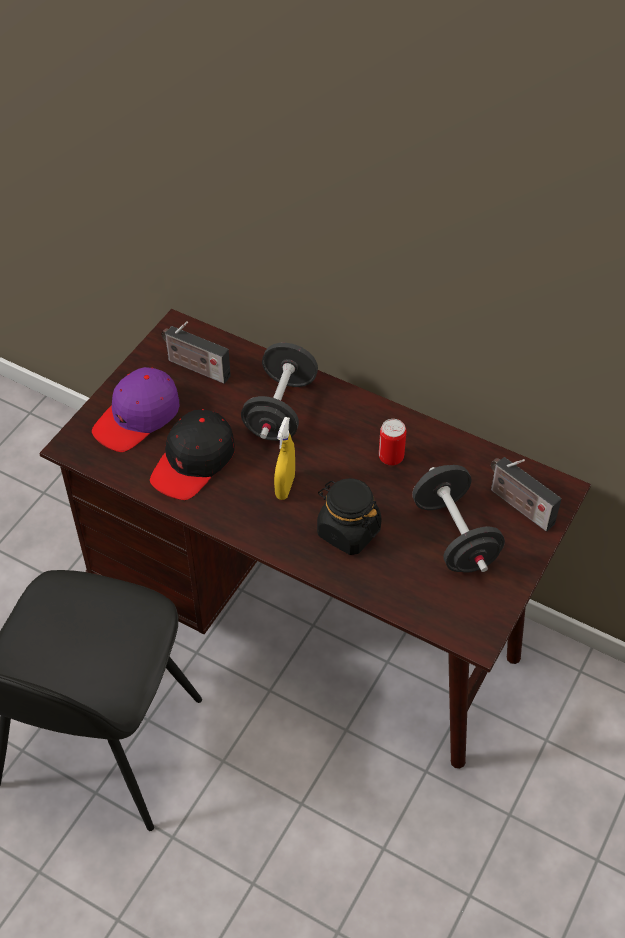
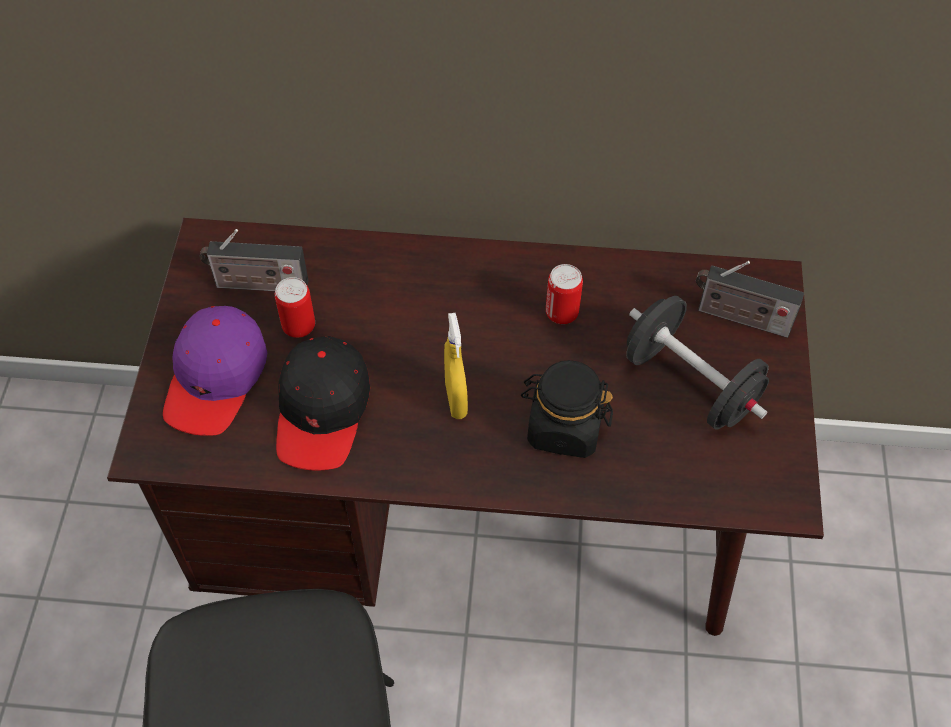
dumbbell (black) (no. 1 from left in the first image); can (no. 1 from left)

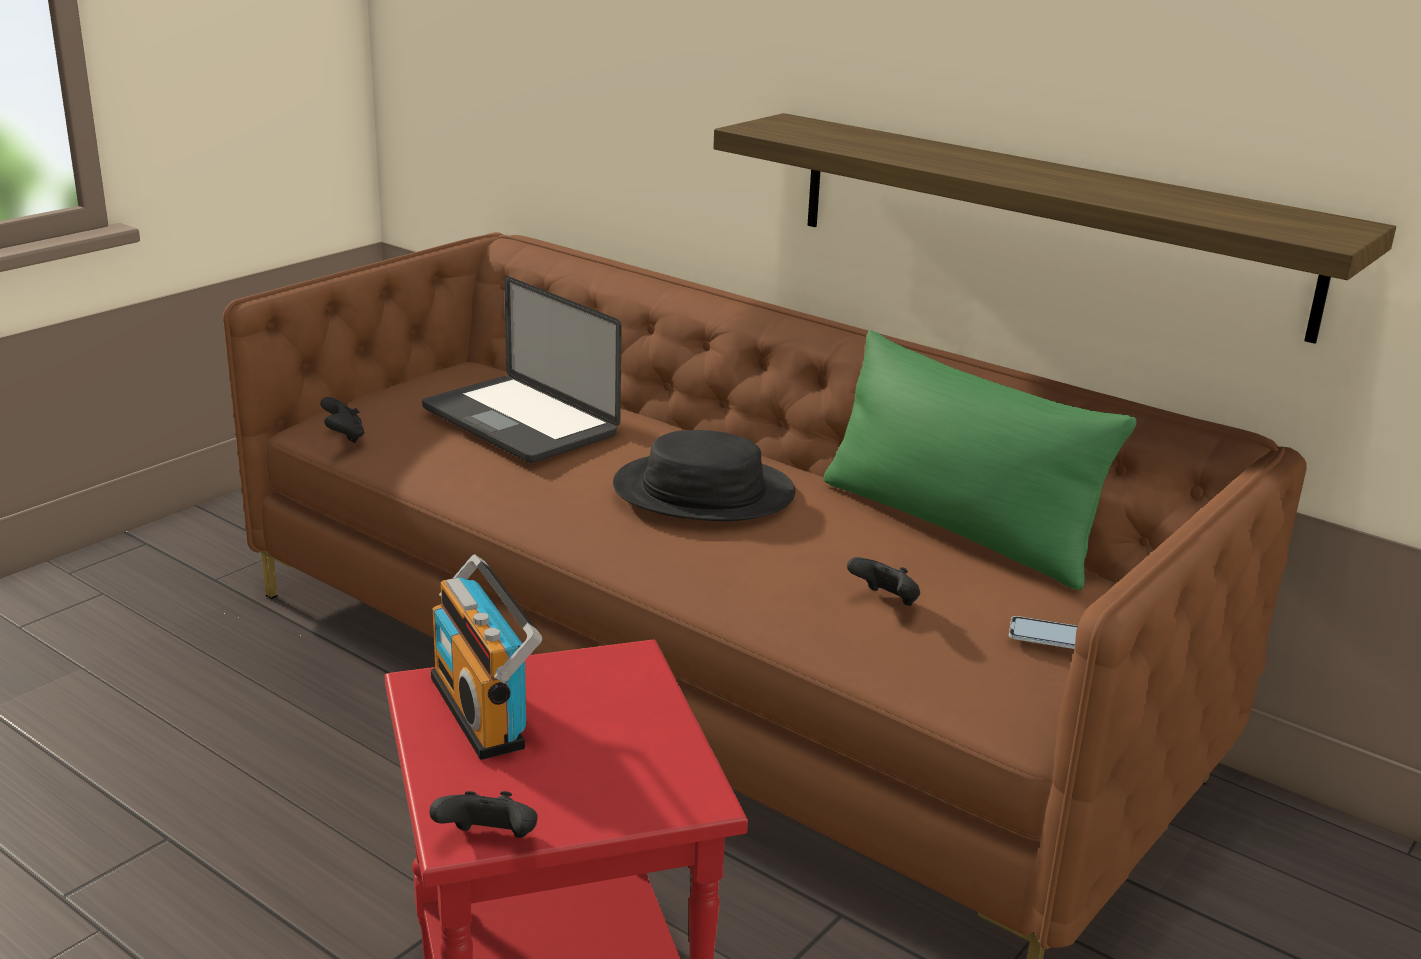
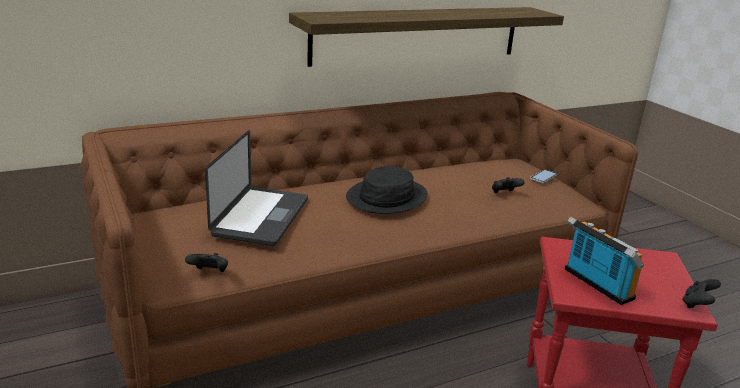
laptop; radio; pillow (green)

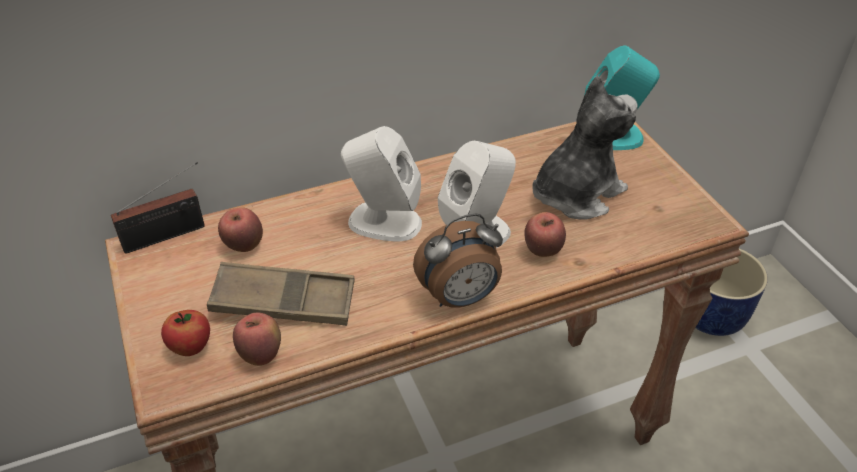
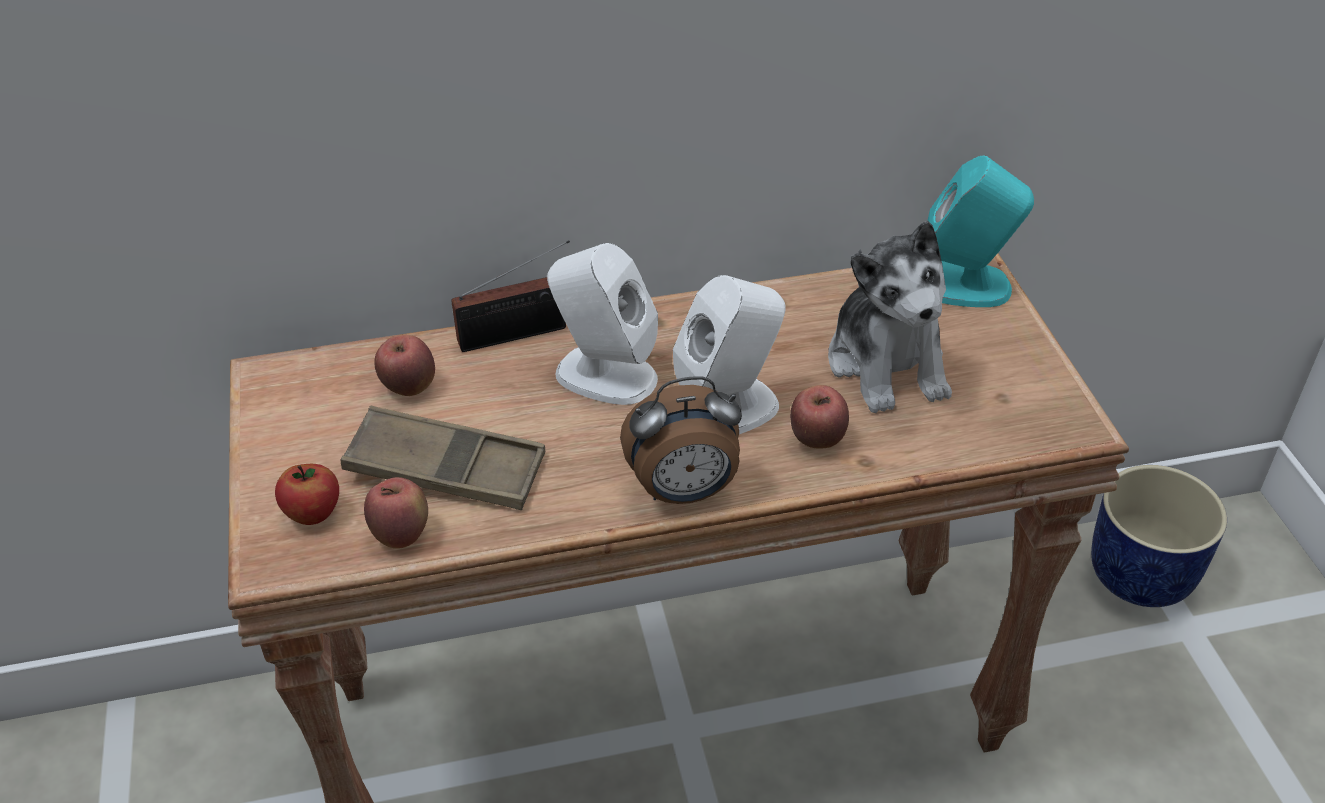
radio; plush toy

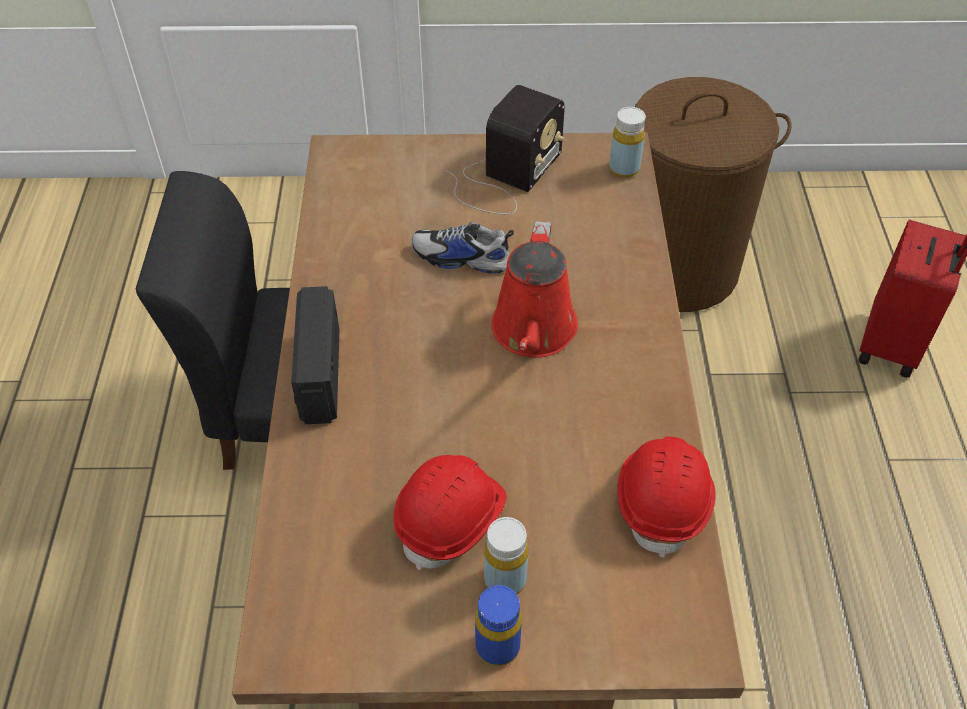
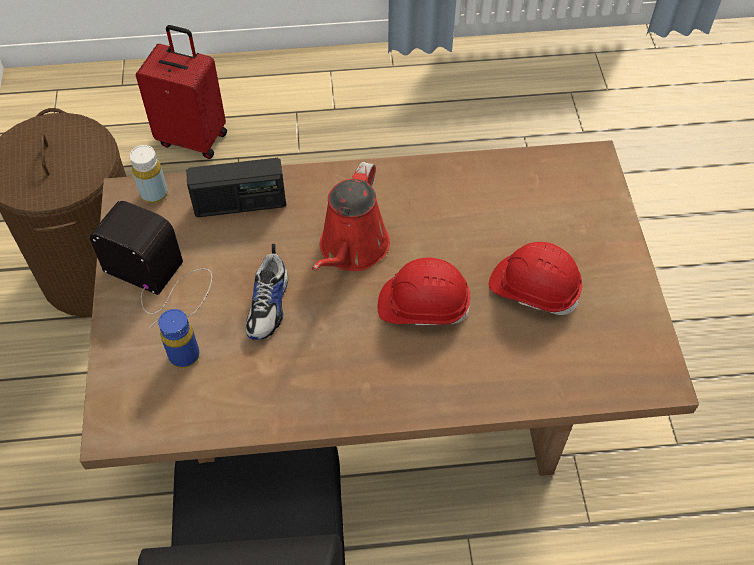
radio (no. 2 from left); bottle (blue); bottle (yellow) (no. 1 from left in the first image); watering can (red); hard hat (red) (no. 1 from left)

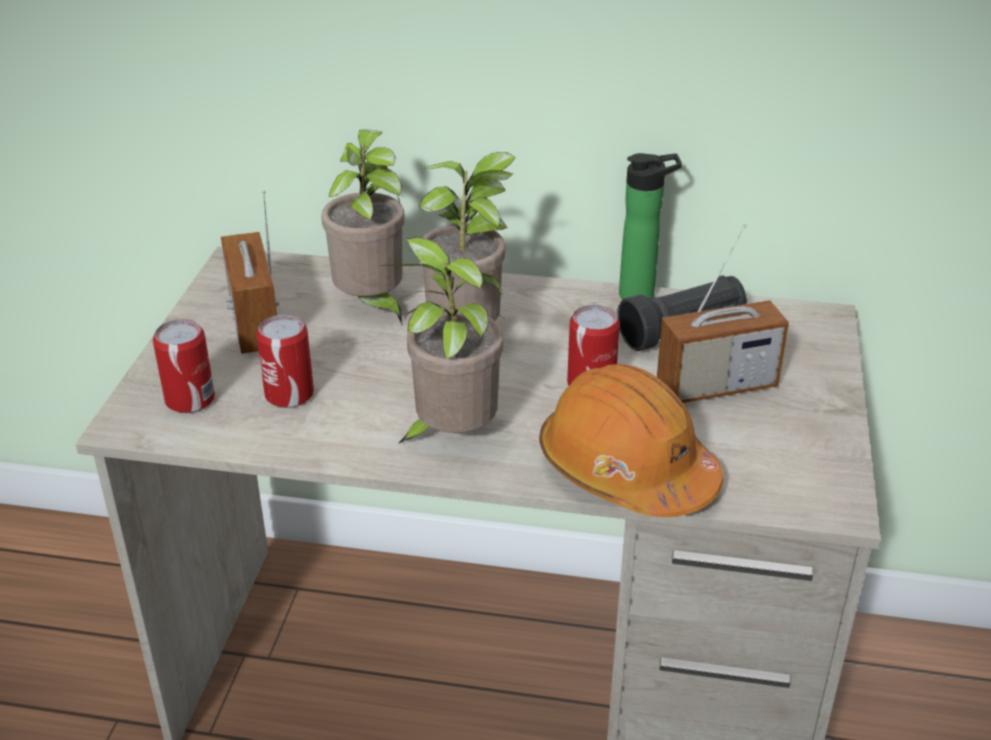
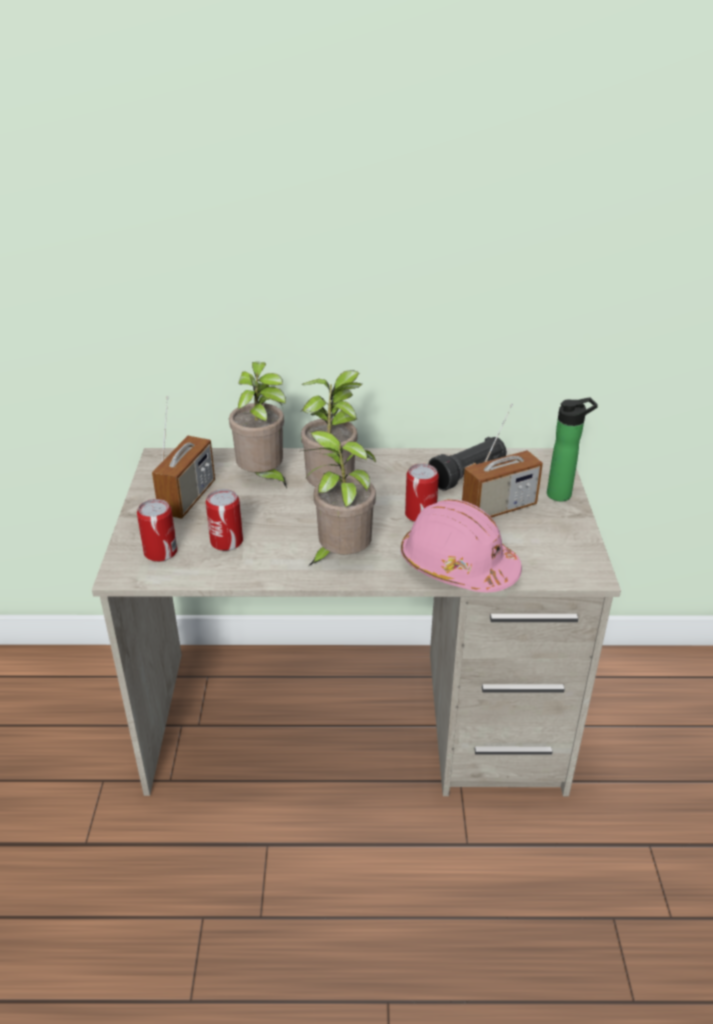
radio (no. 1 from left); hard hat (pink); bottle

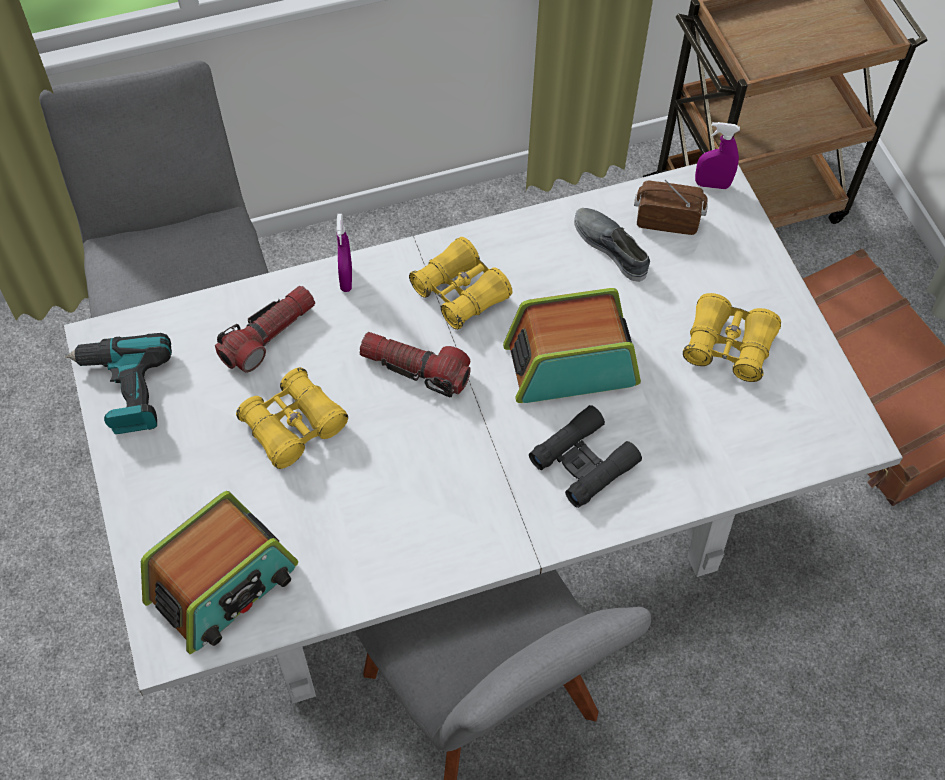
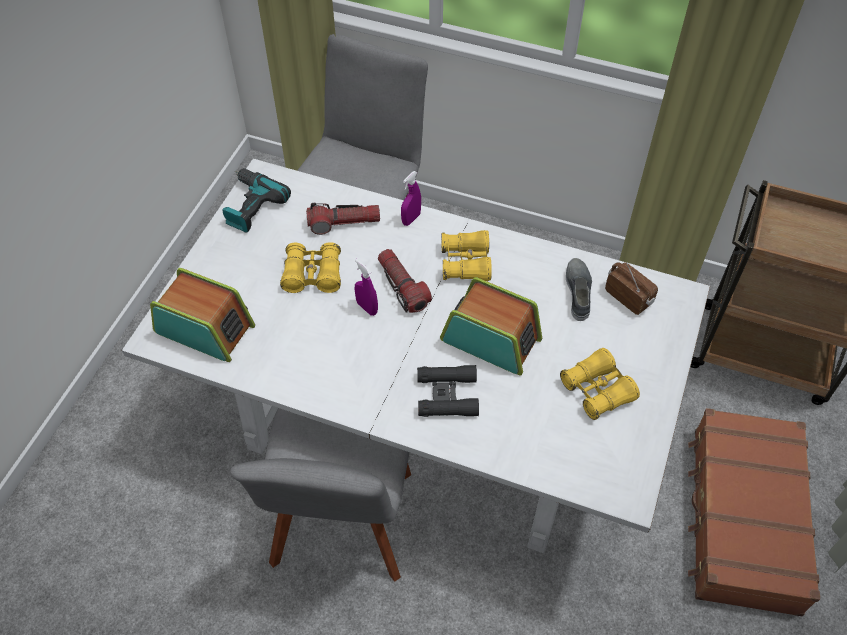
radio (no. 1 from left); spray bottle (purple) (no. 1 from left)

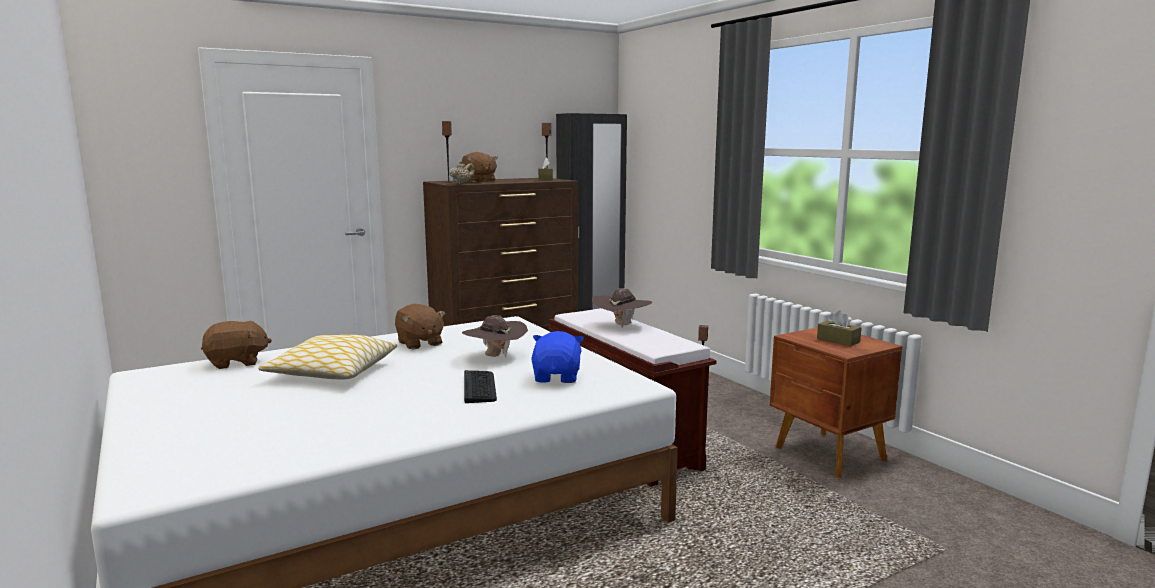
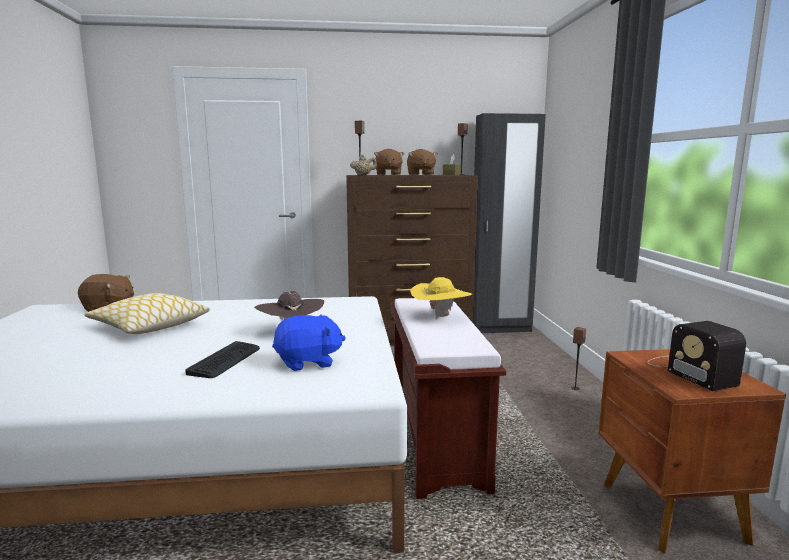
plush toy (brown) (no. 3 from left); plush toy (blue); hat (yellow); radio

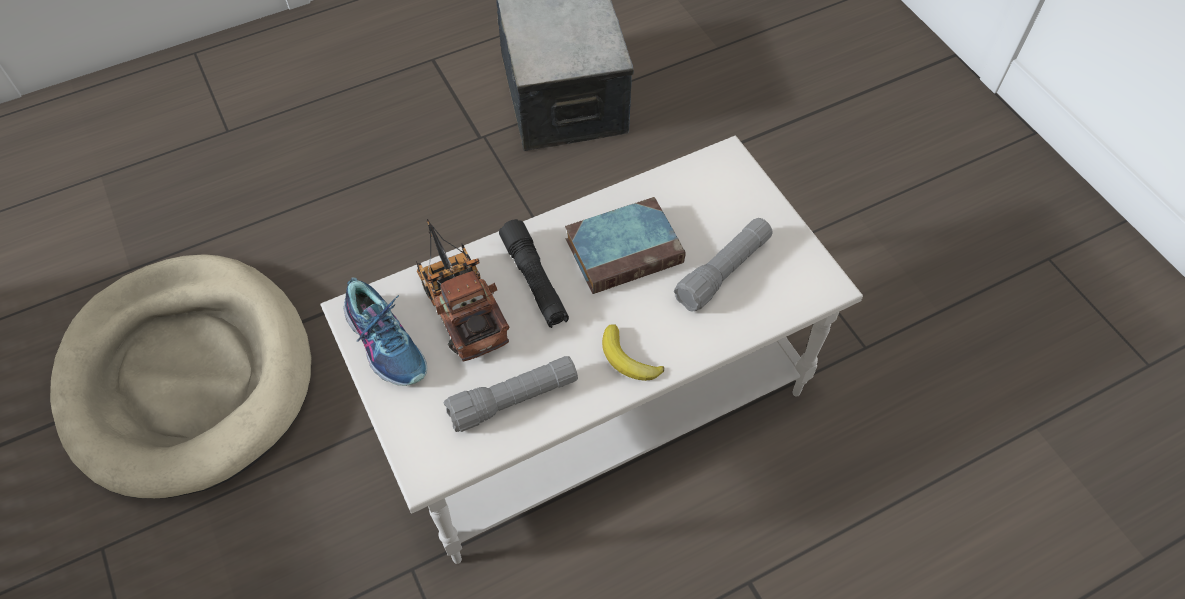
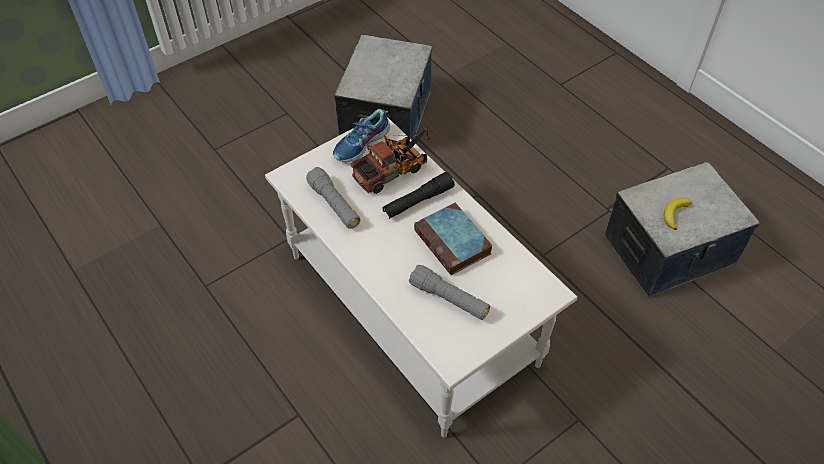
storage box (no. 1 from left); banana

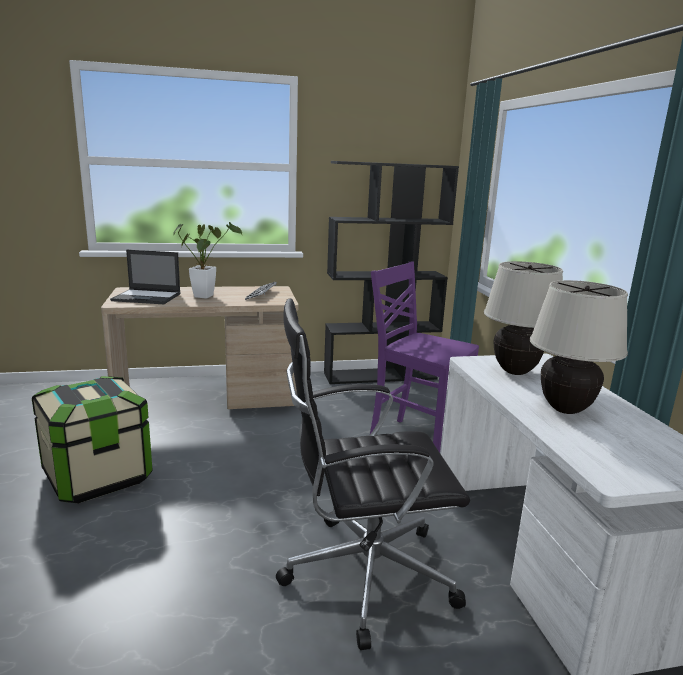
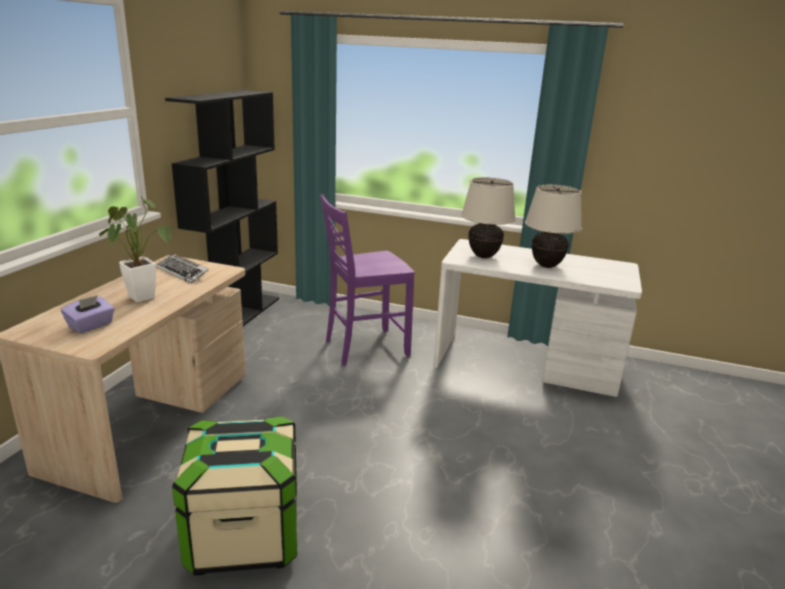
tissue box (purple); office chair (black)

